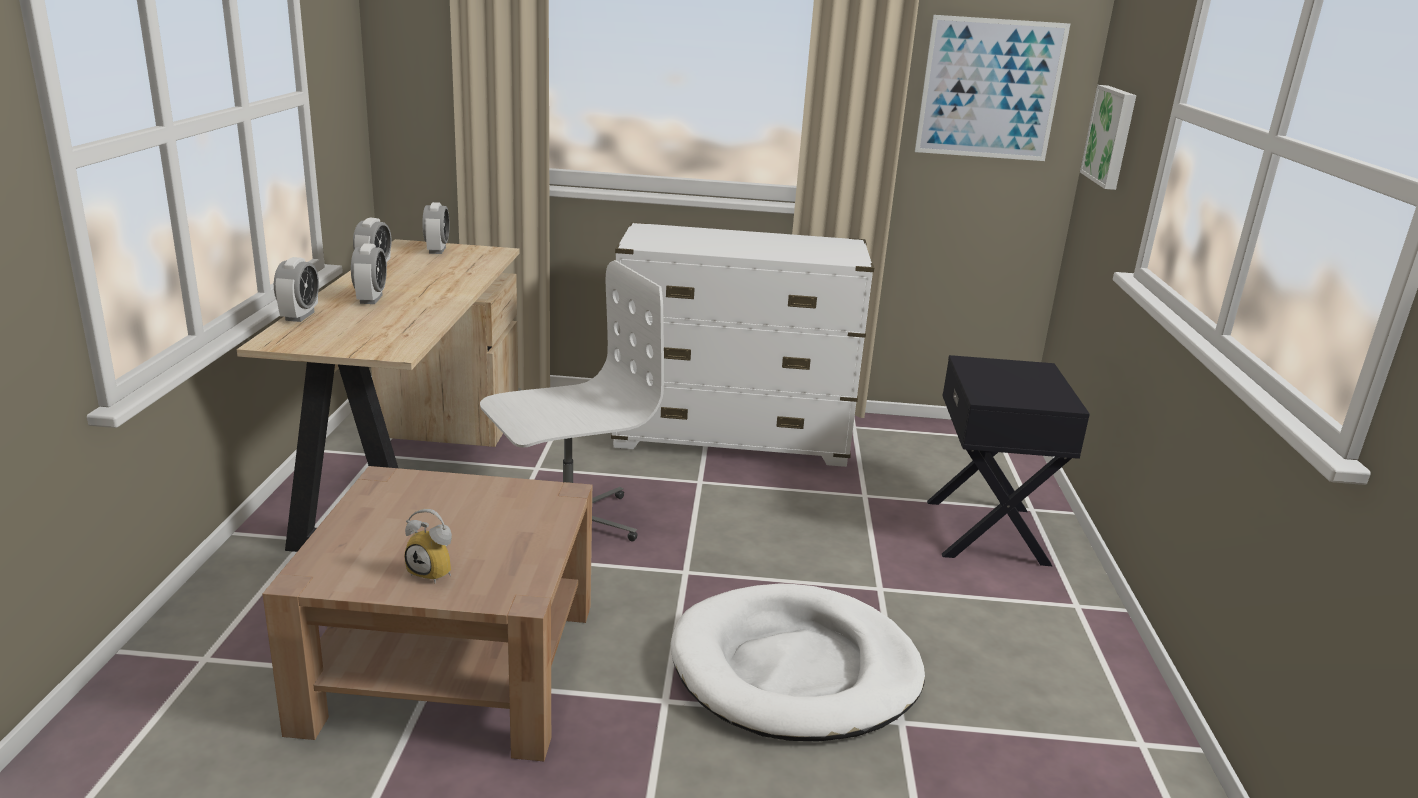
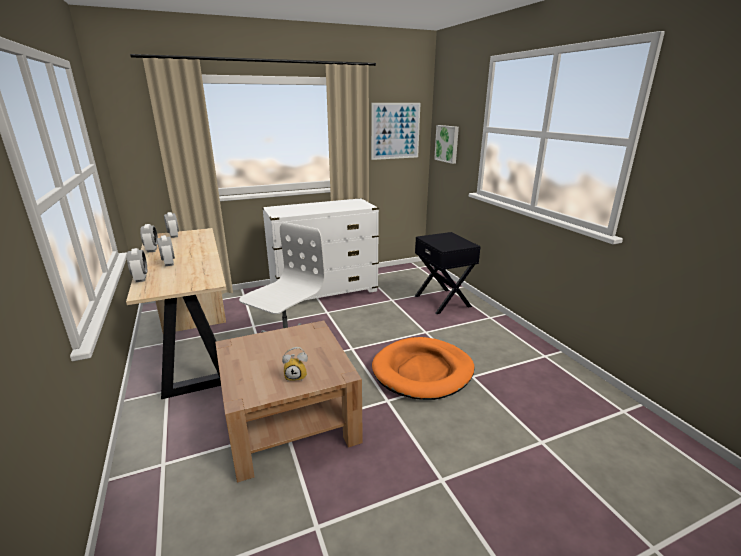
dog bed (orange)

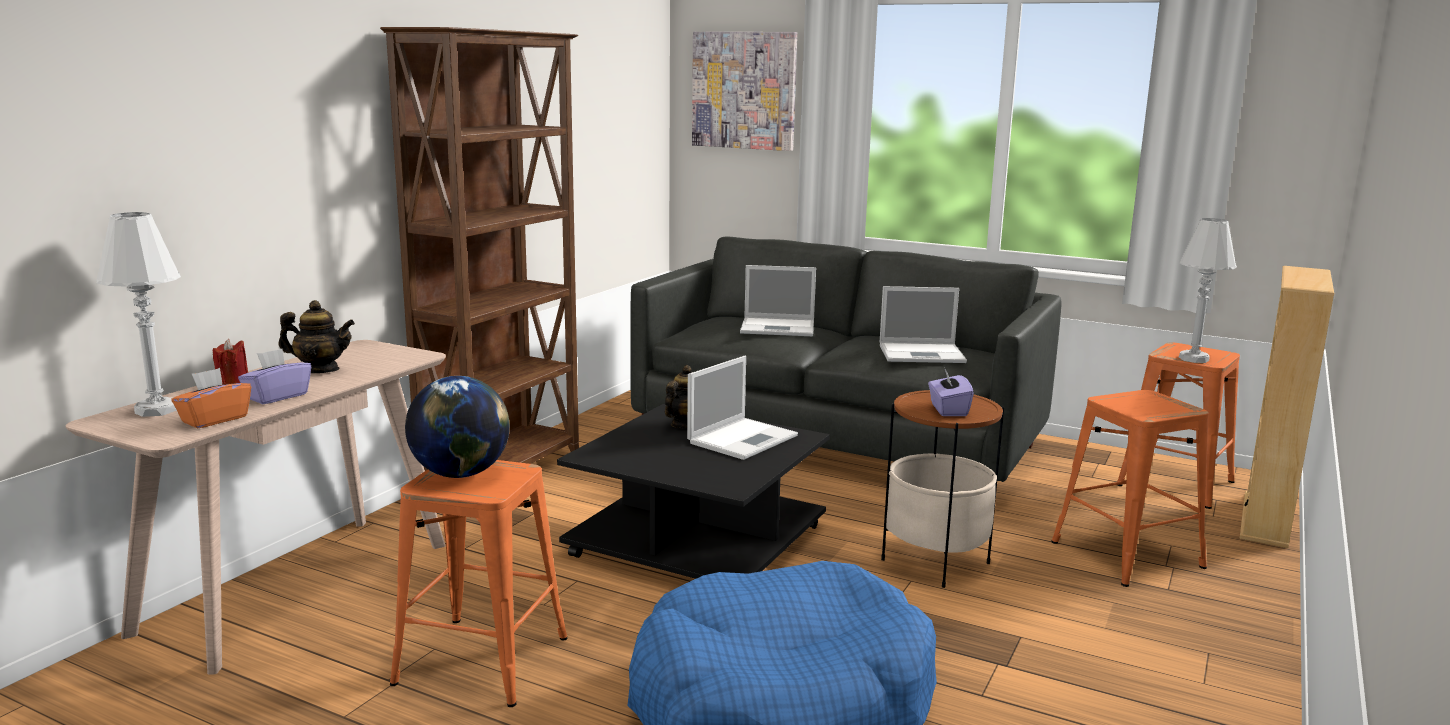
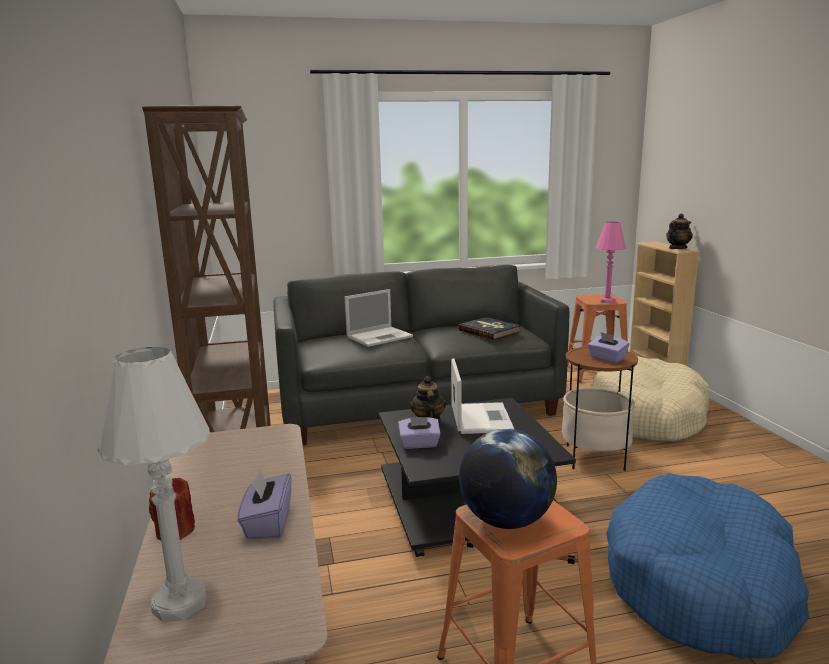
tissue box (orange); teapot (no. 2 from left); picture; book; dog bed (beige); table lamp (pink); tissue box (purple) (no. 2 from left)

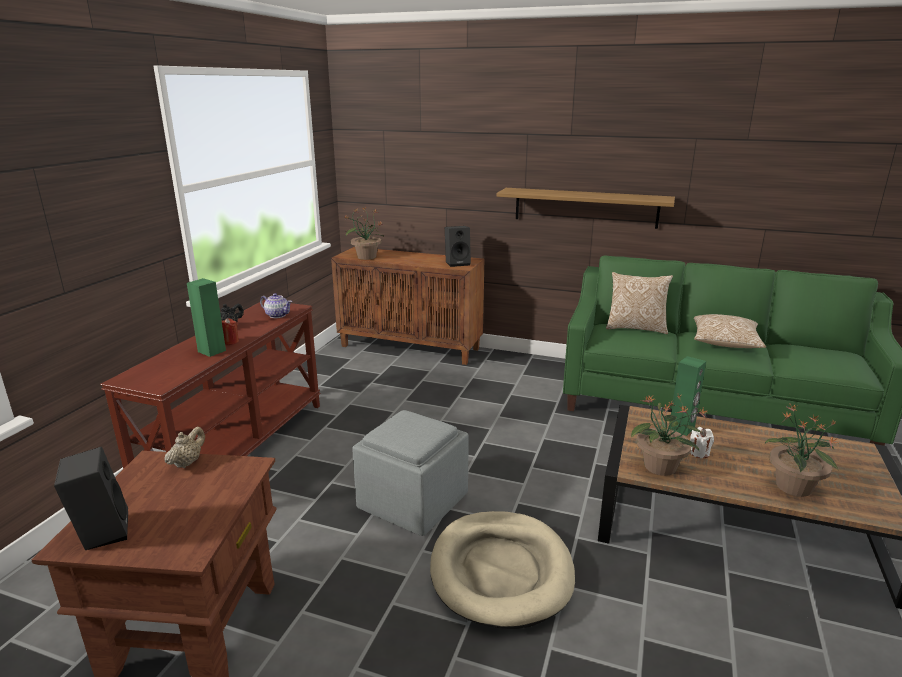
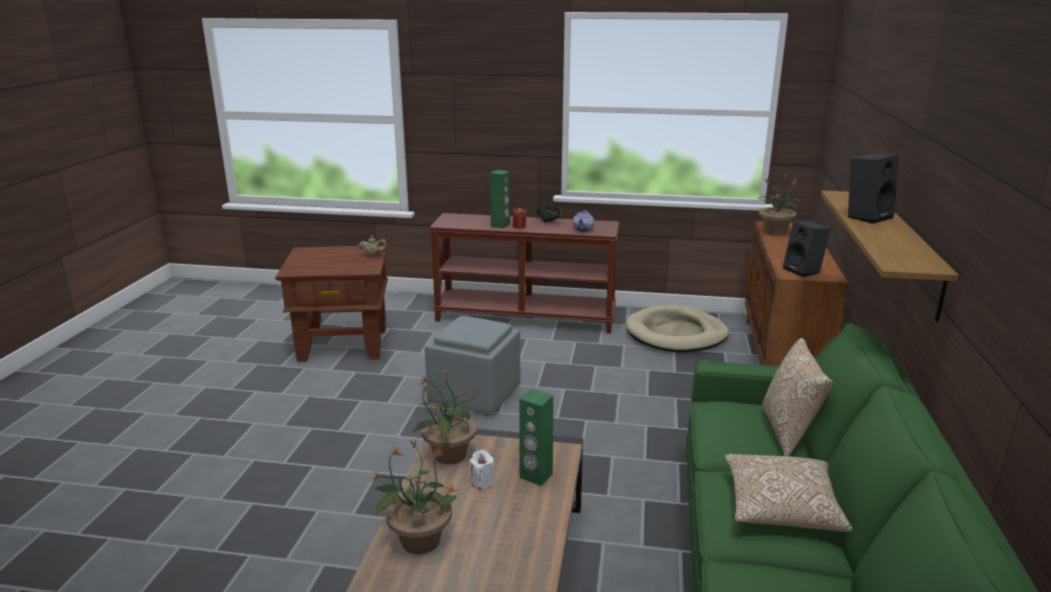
speaker (black) (no. 2 from left); dog bed (beige)

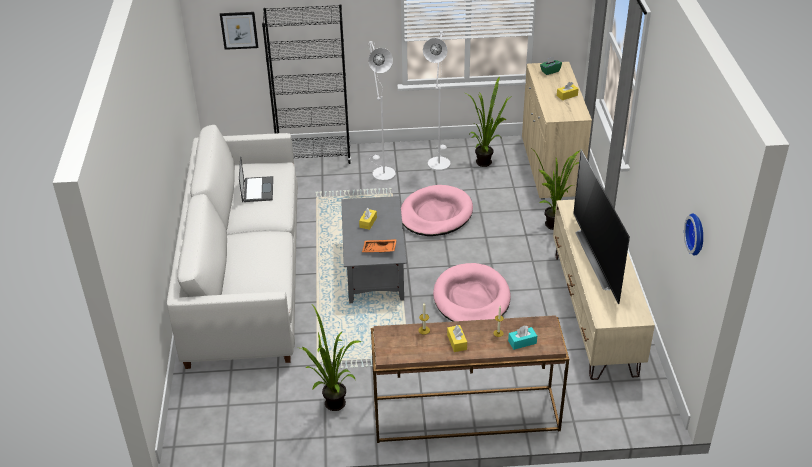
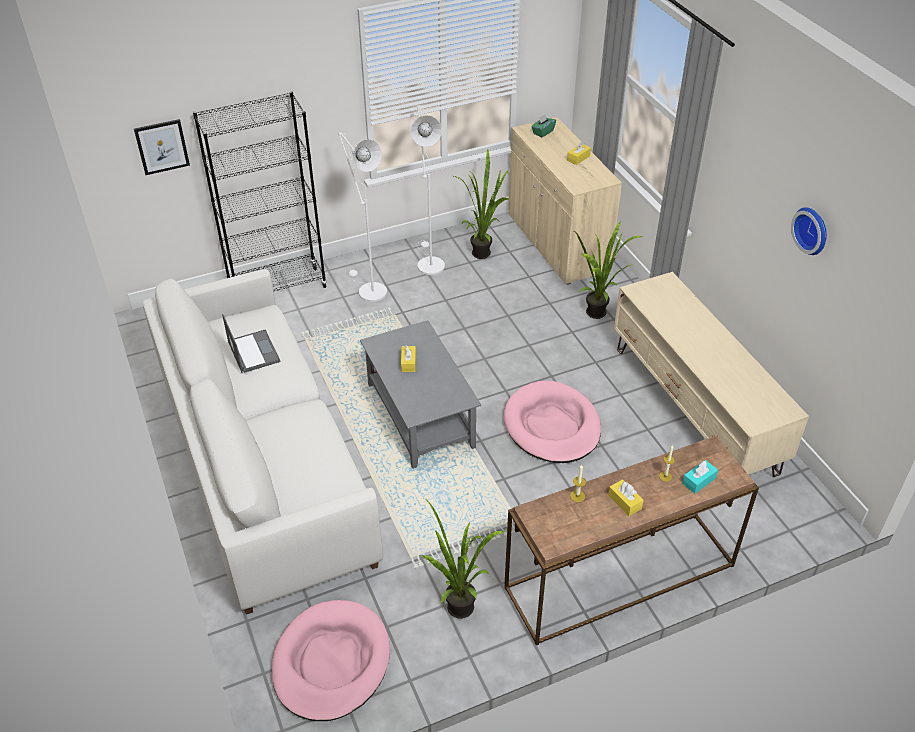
tray (orange); dog bed (pink) (no. 1 from left); television; wall clock

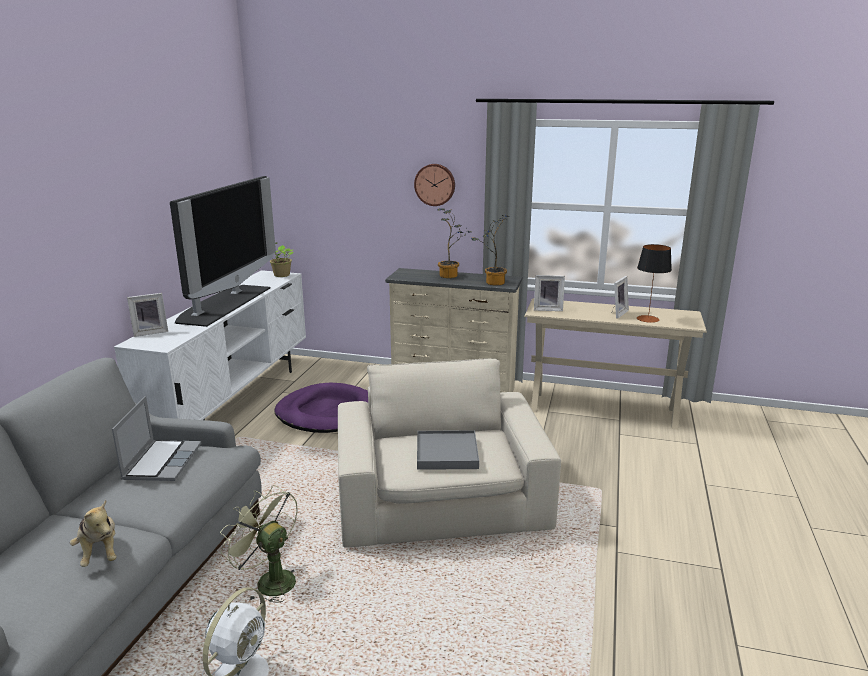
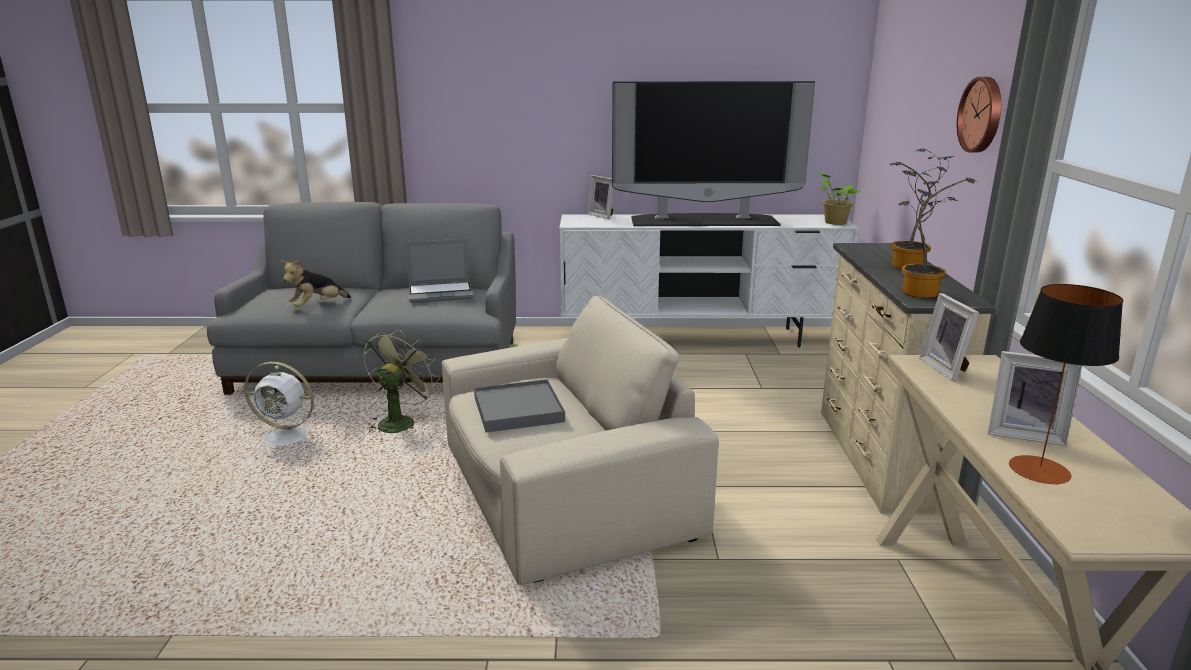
dog bed (purple)

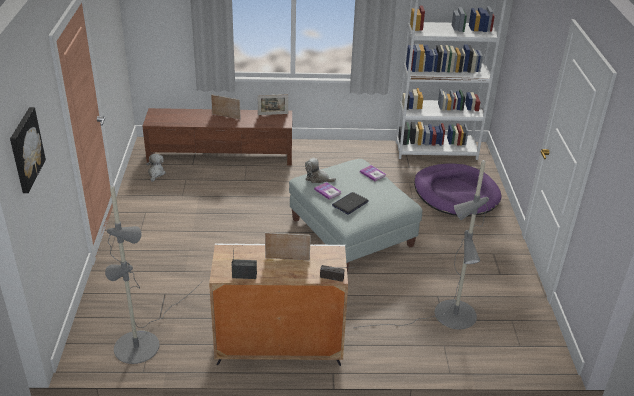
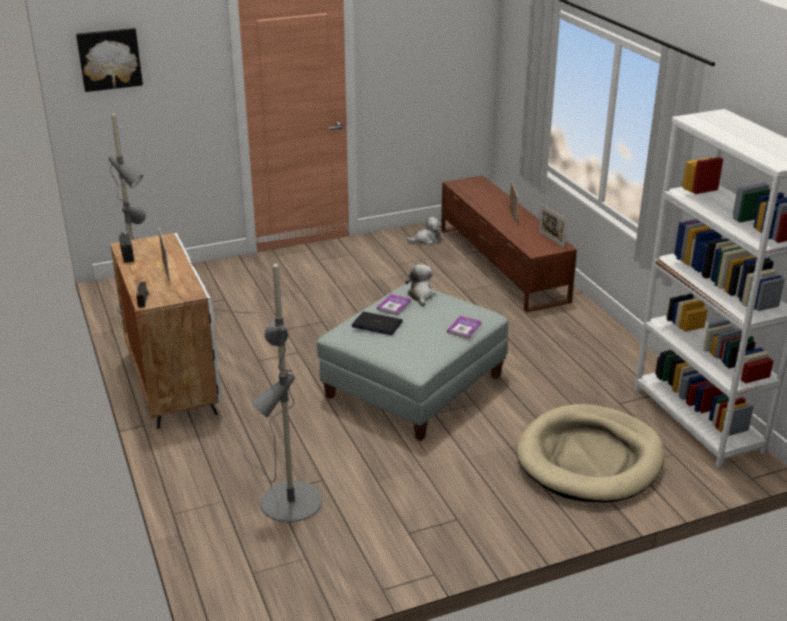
dog bed (beige)

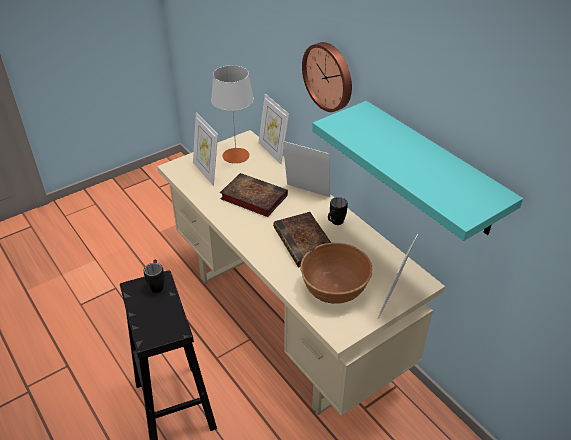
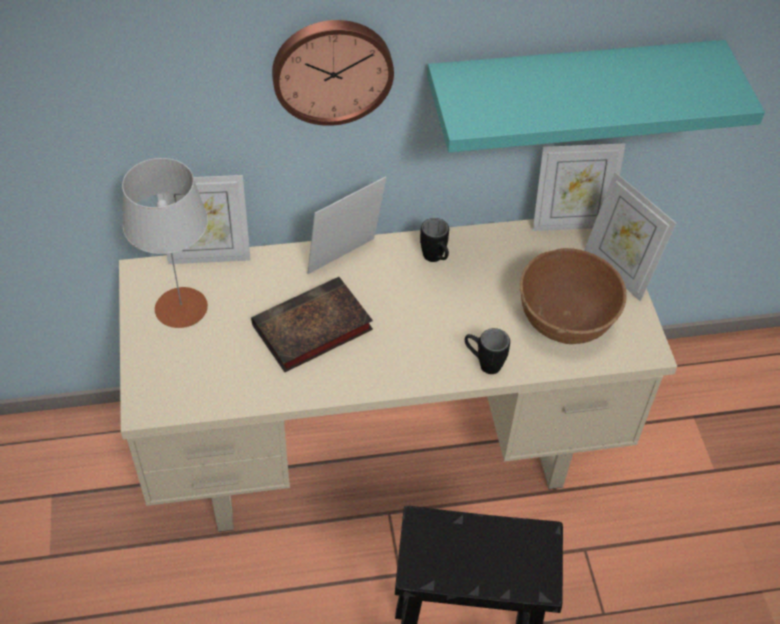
mug (black) (no. 2 from left); picture frame (no. 3 from left); book (no. 2 from left in the first image)

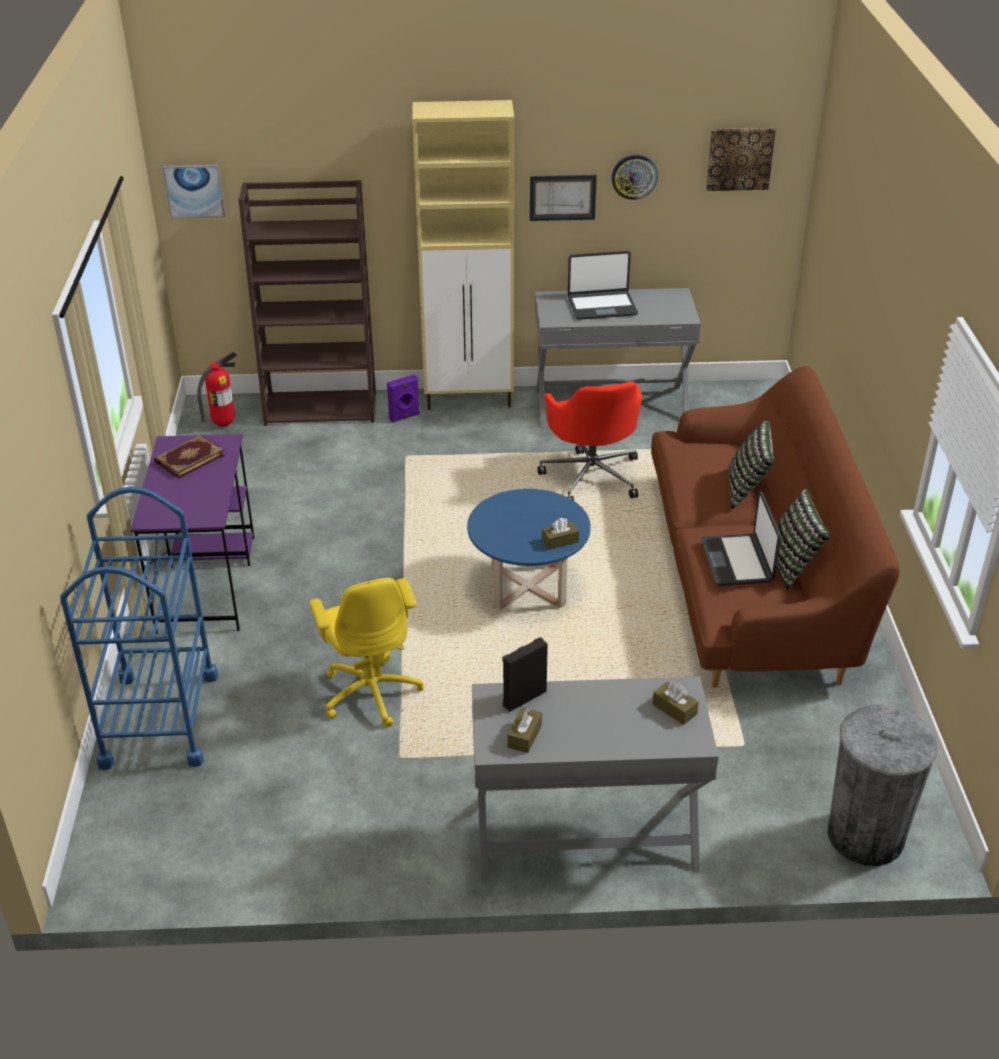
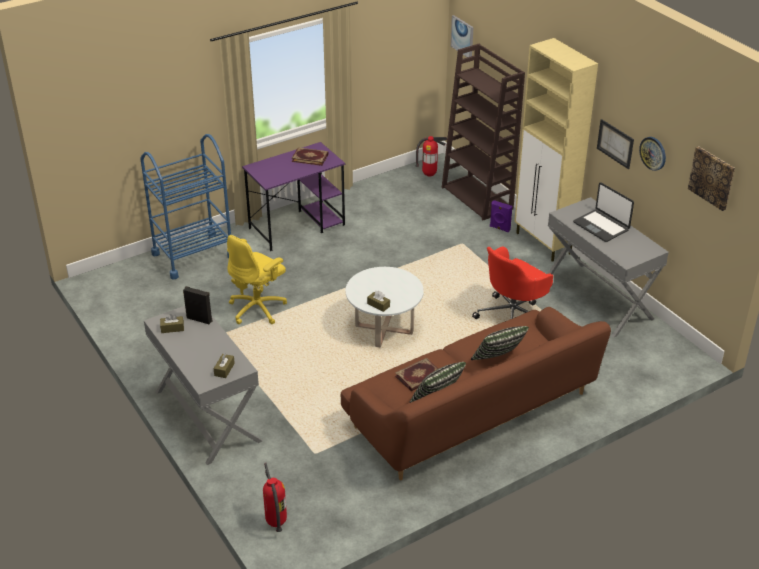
coffee table (white); book (no. 2 from left); fire extinguisher (no. 1 from left)

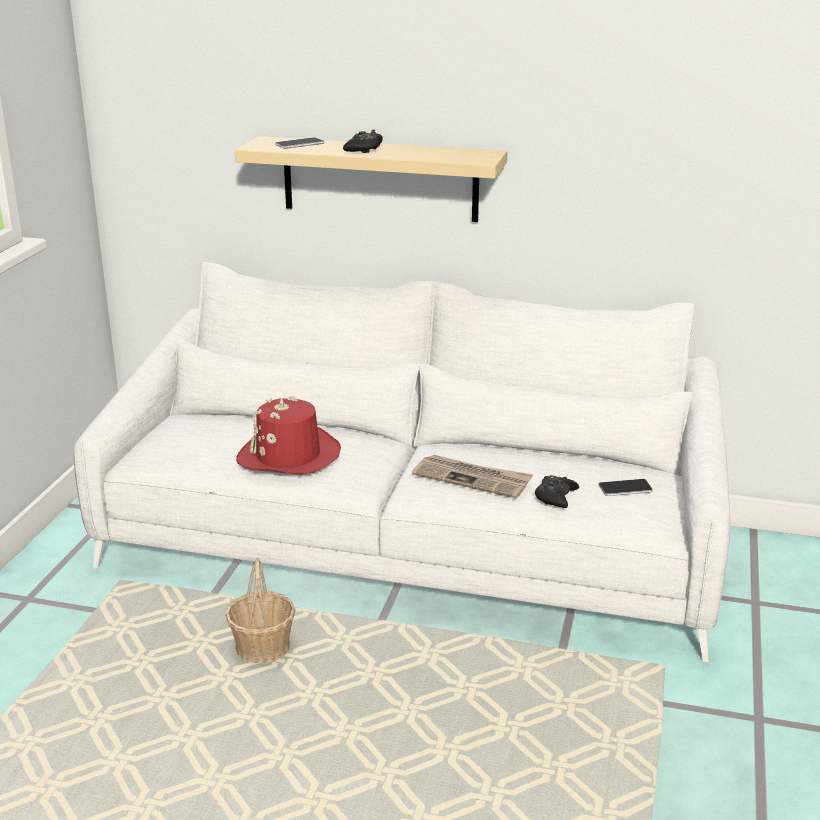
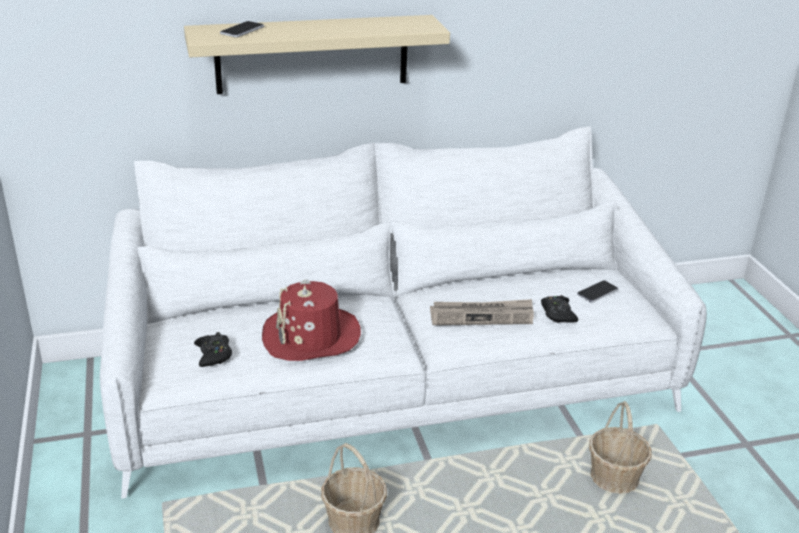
game controller (black) (no. 1 from left); basket (no. 2 from left)

